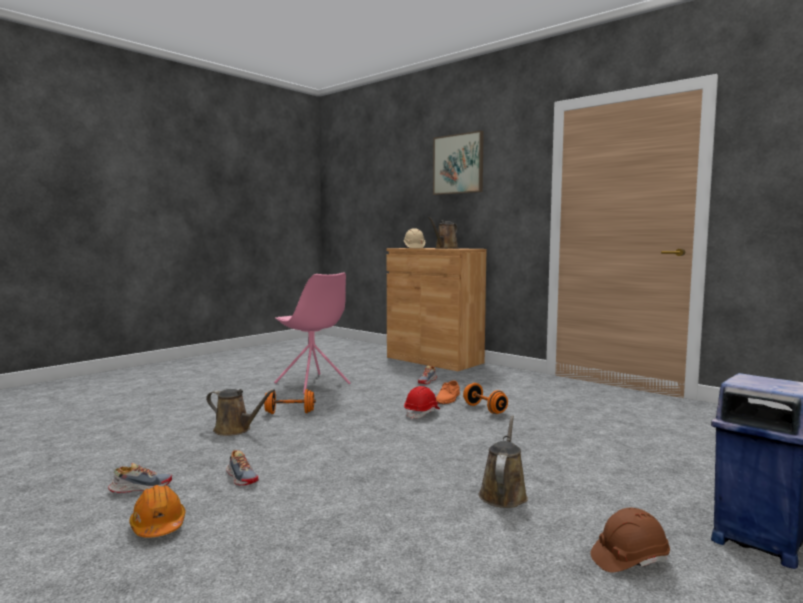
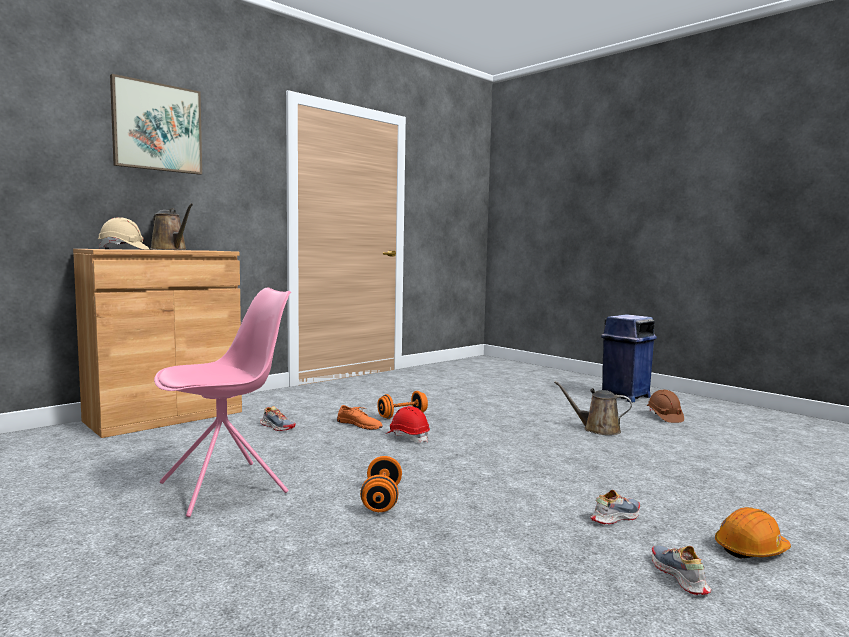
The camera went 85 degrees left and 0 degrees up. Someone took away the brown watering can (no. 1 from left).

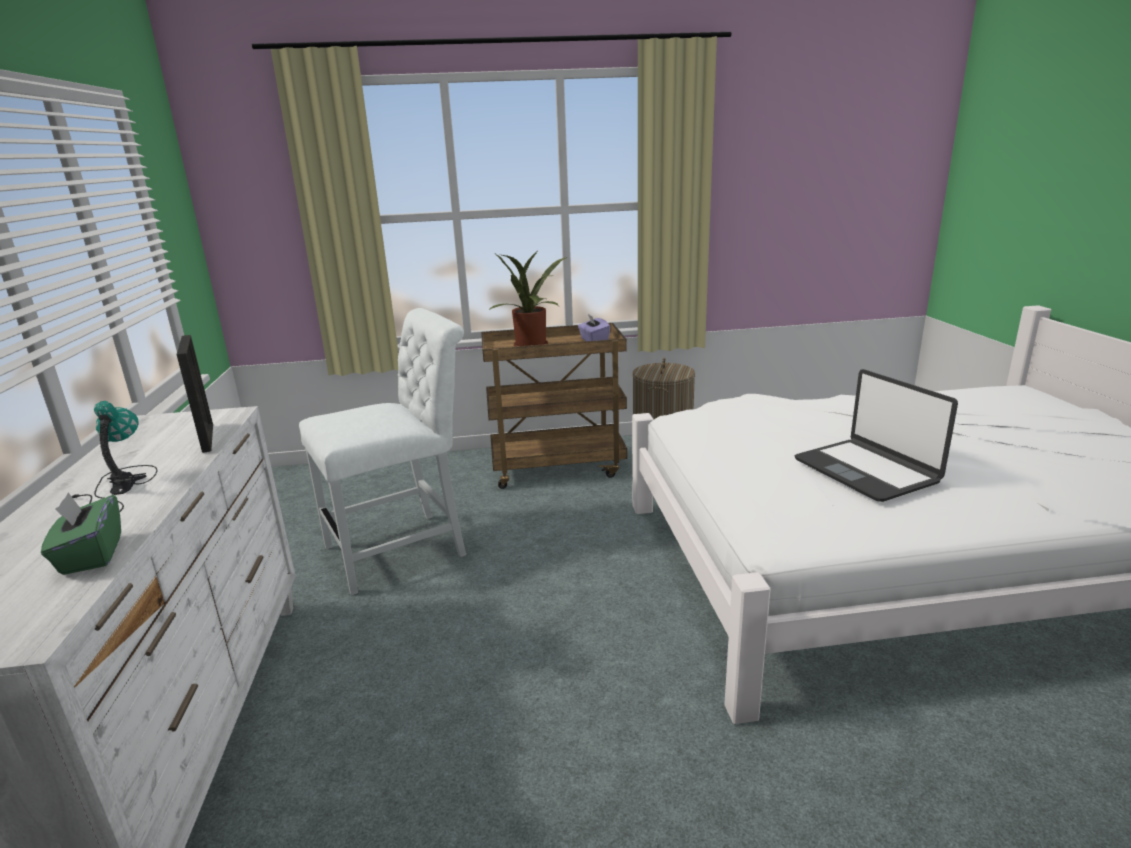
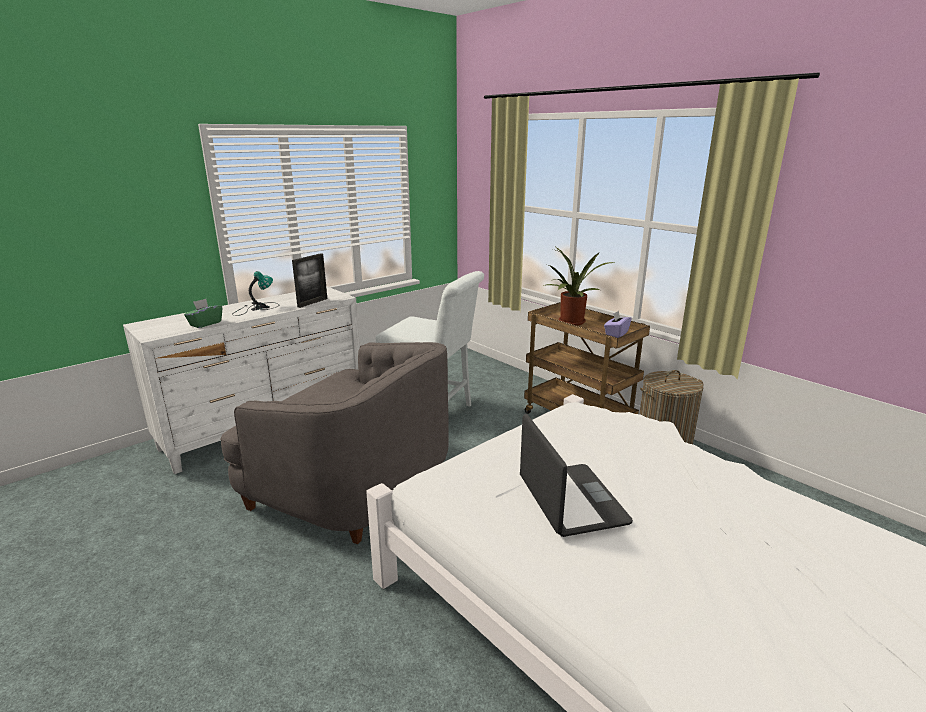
The camera went 55 degrees right and 0 degrees up. Someone put down the grey armchair. Someone rotated the laptop by 135 degrees clockwise.

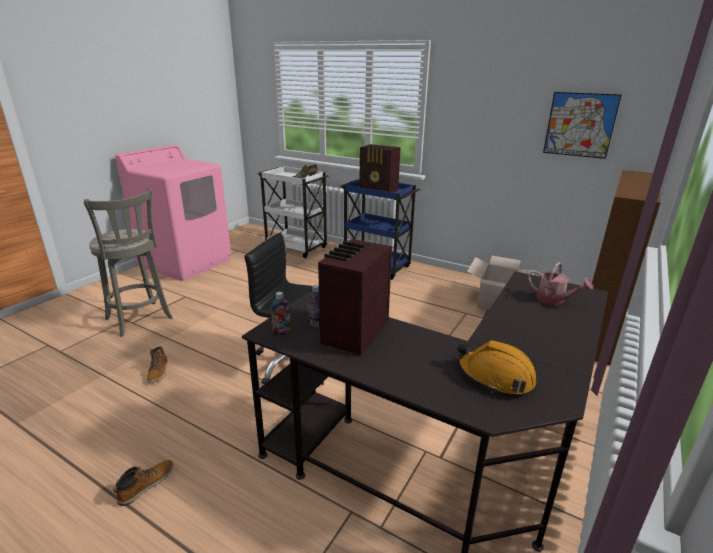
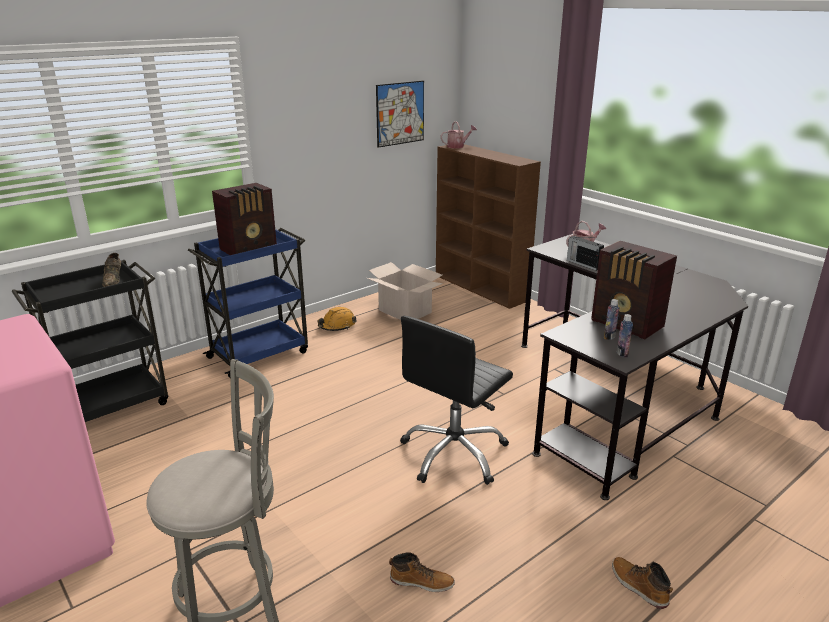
The camera went 70 degrees left and 0 degrees up. Someone put down the watering can (no. 1 from left). Someone put down the radio (no. 2 from left). Someone carried the orange hard hat. Someone repainted the white cart, which became the black cart.

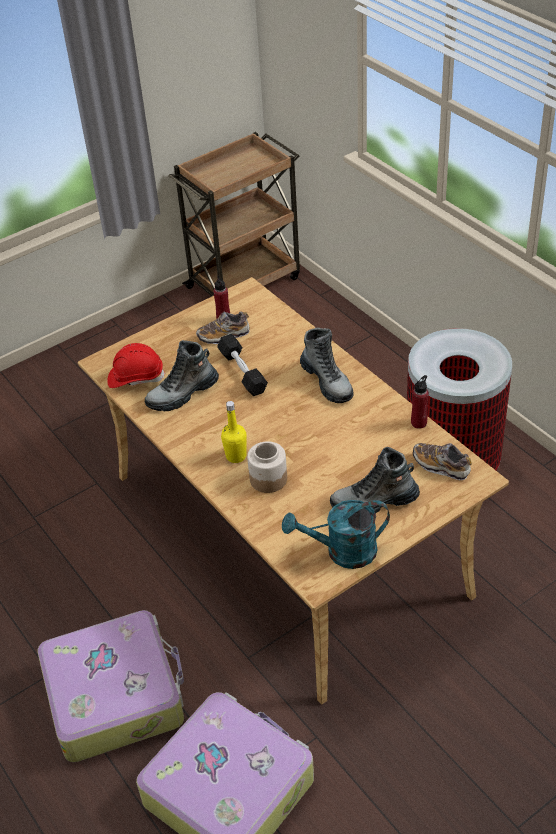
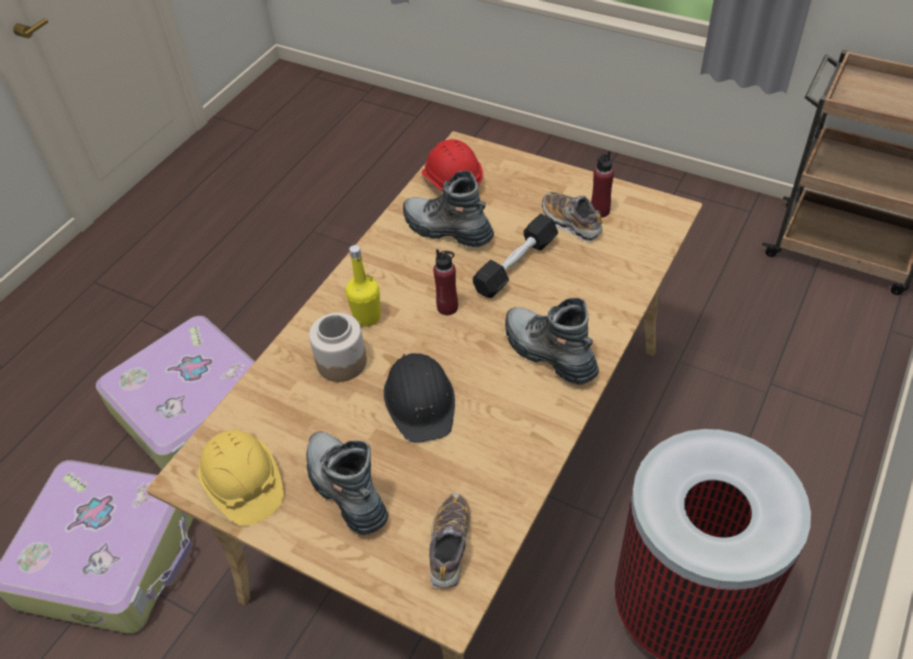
The camera went 65 degrees right and 5 degrees up. Someone put down the black hard hat. Someone carried the red bottle (no. 2 from left in the first image). Someone swapped the turquoise watering can for the yellow hard hat. Someone rotated the boot (no. 2 from left in the first image) by 105 degrees clockwise.

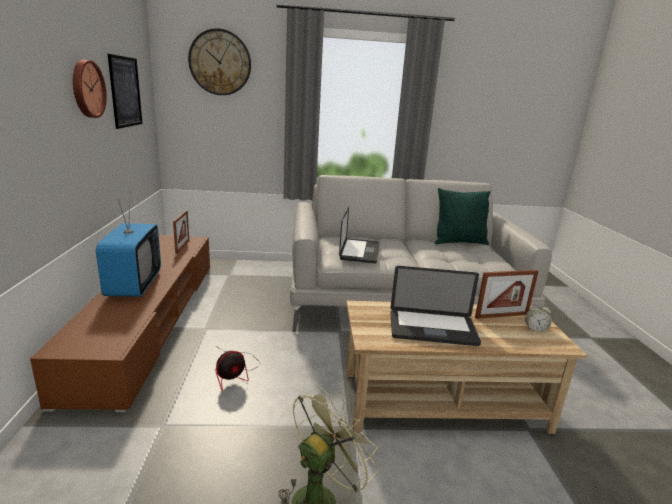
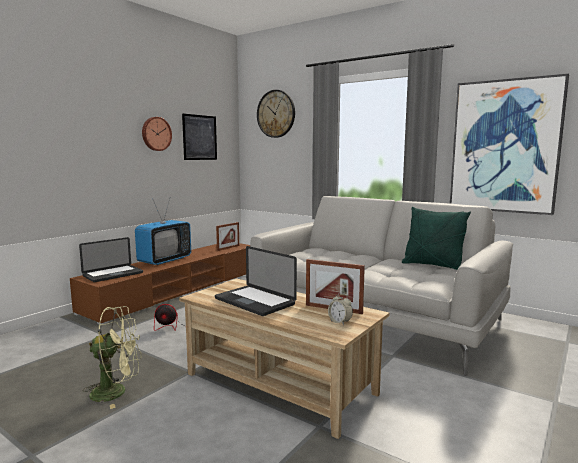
The camera went 40 degrees right and 10 degrees down. Someone put up the picture (no. 2 from left). Someone carried the laptop (no. 1 from left).

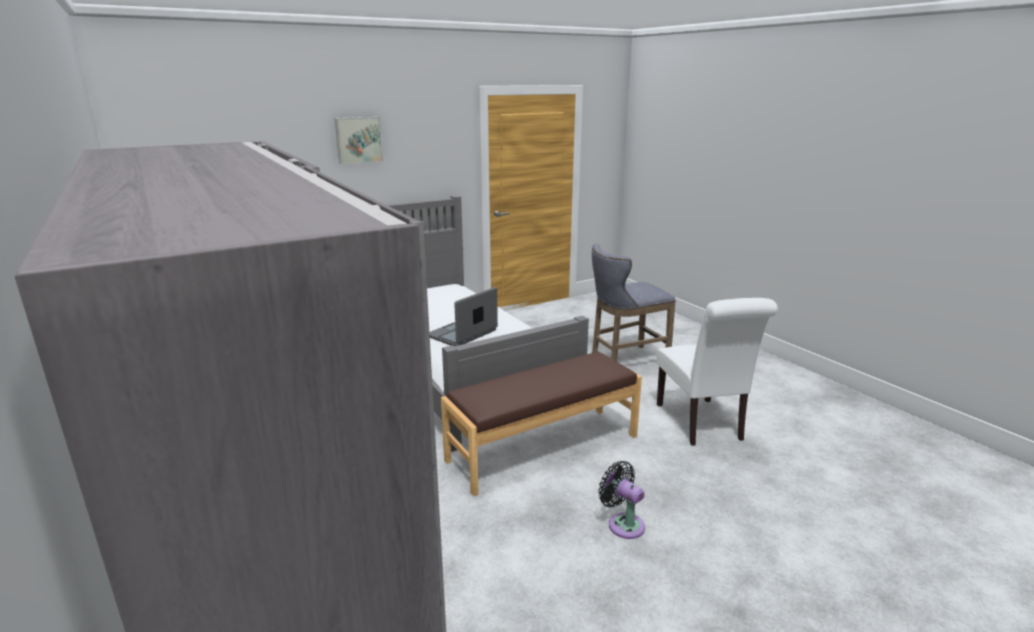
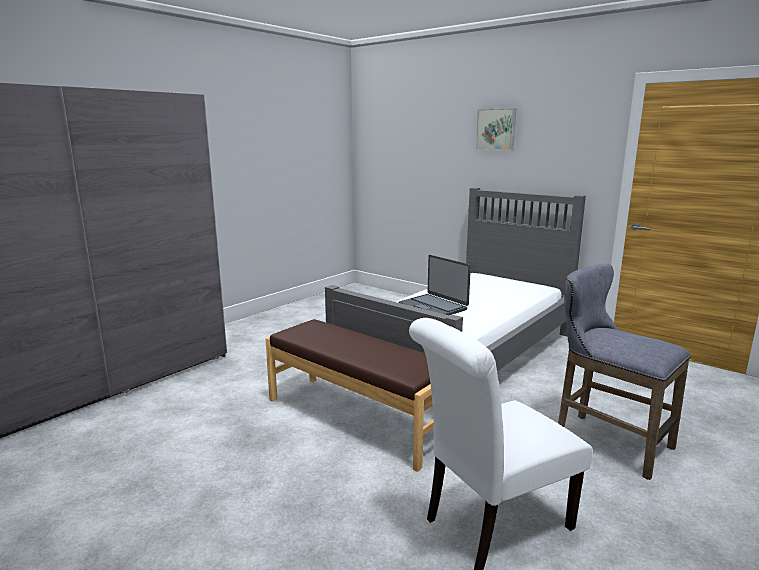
The camera went 70 degrees right and 5 degrees down. Someone took away the black fan. Someone rotated the laptop by 150 degrees counterclockwise.

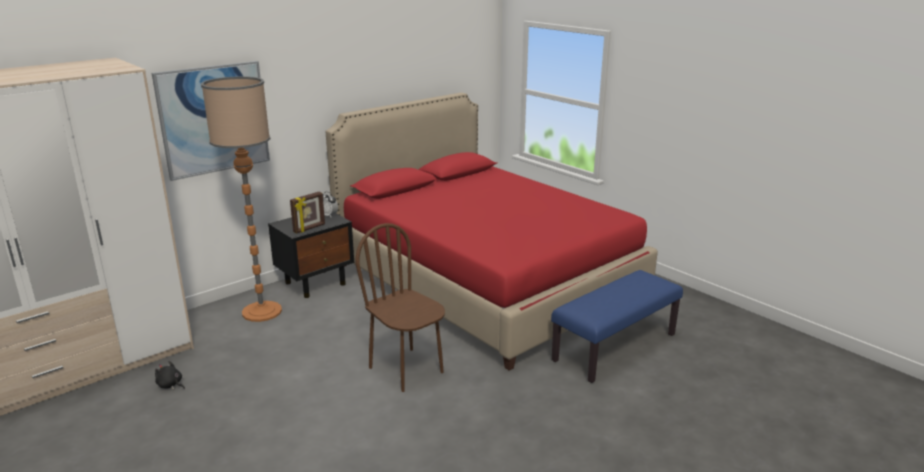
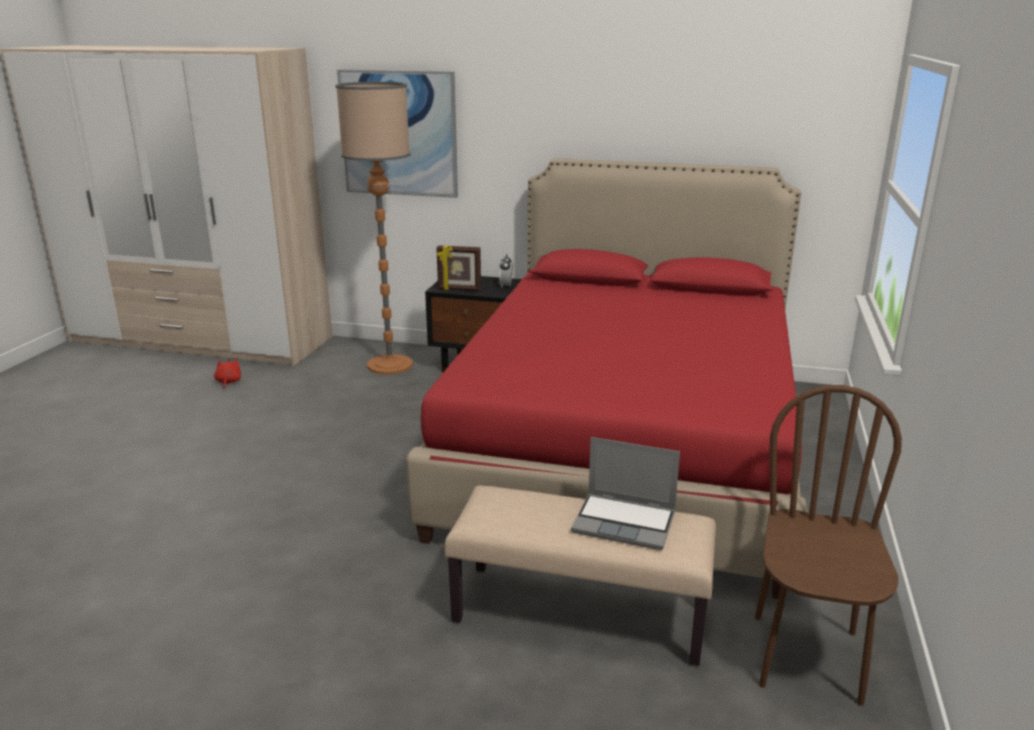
The camera went 55 degrees right and 0 degrees up. Someone put down the laptop. Someone carried the brown chair. Someone repainted the black plush toy, which became the red plush toy. Someone repainted the blue bench, which became the beige bench.

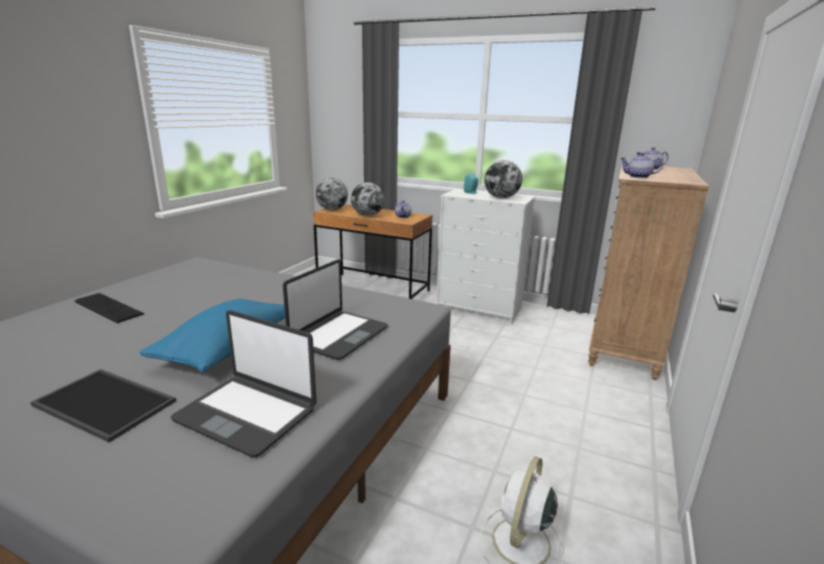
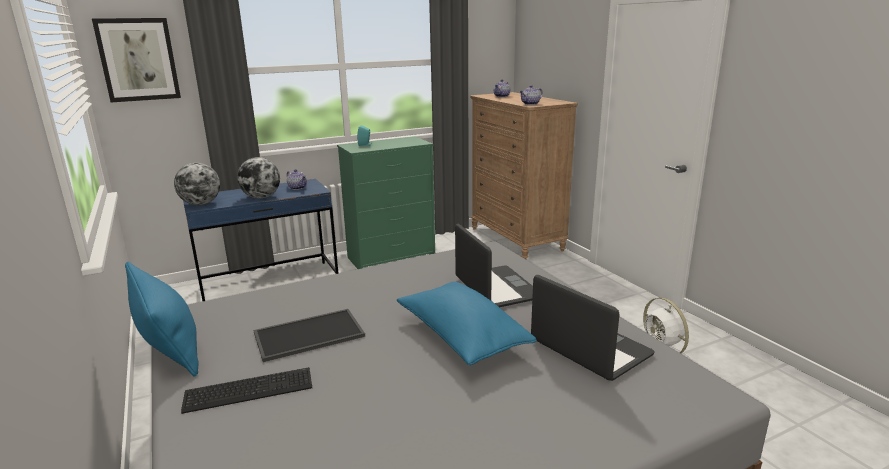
The camera went 50 degrees left and 0 degrees up. Someone took away the globe (no. 3 from left). Someone put up the picture. Someone put down the blue pillow (no. 1 from left). Someone carried the tray. Someone repainted the brown desk, which became the blue desk. Someone repainted the white dresser, which became the green dresser. Someone rotated the laptop (no. 1 from left in the first image) by 105 degrees counterclockwise.

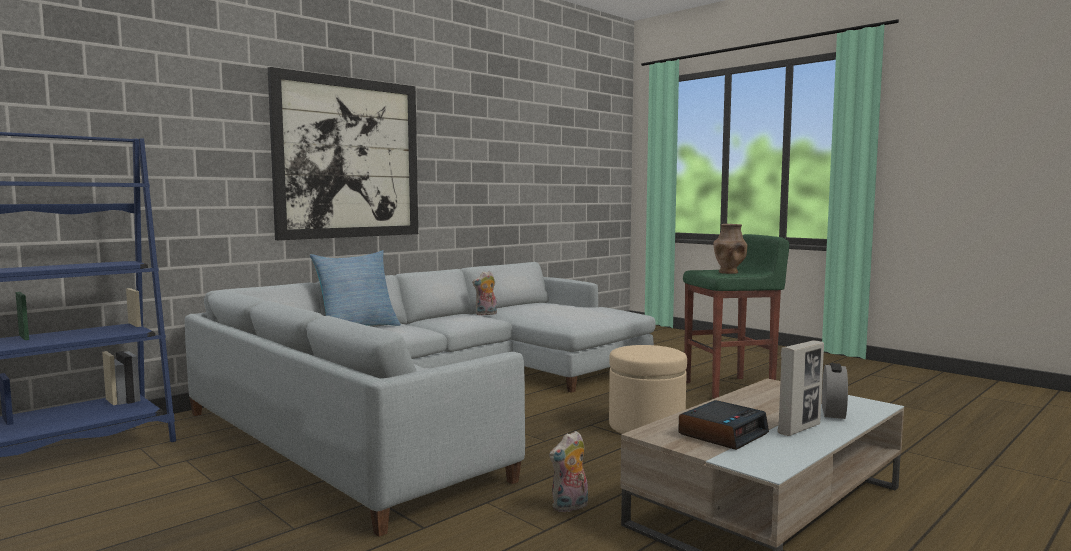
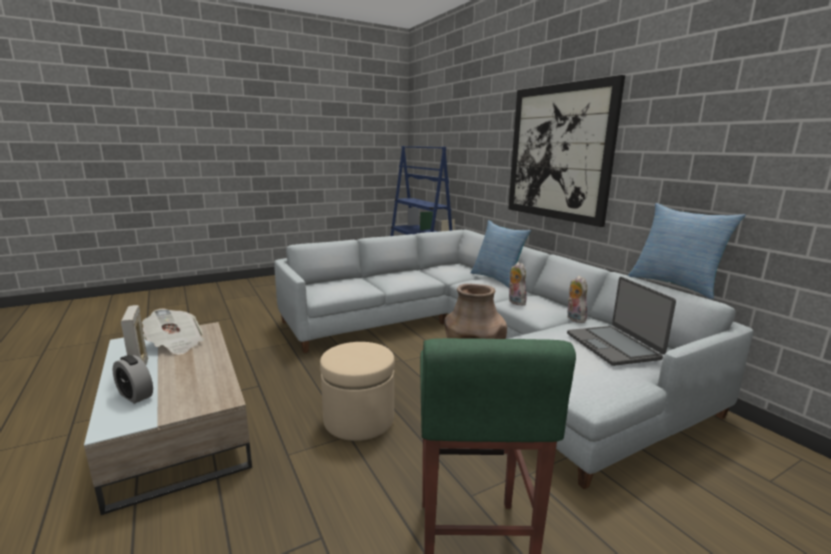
The camera went 105 degrees right and 10 degrees up. Someone put down the laptop. Someone put down the pillow (no. 2 from left). Someone carried the plush toy (no. 2 from left in the first image). Someone swapped the alarm clock (no. 1 from left) for the newspaper.

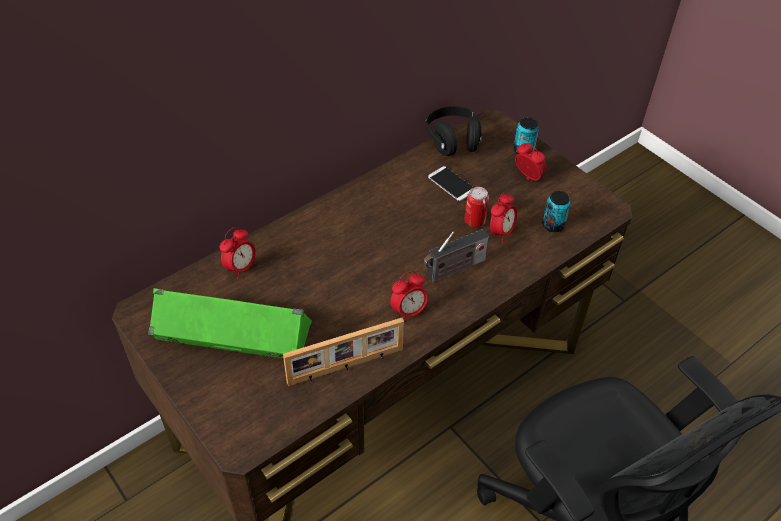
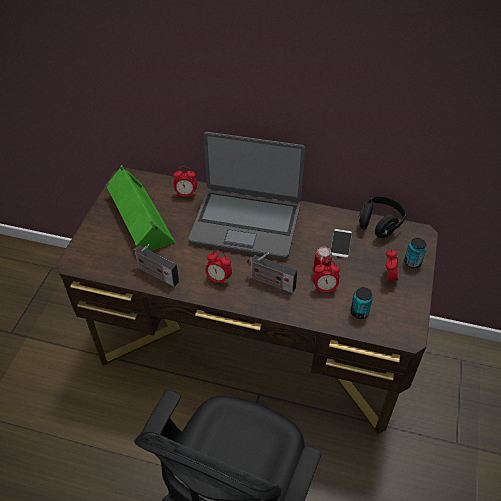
The camera went 55 degrees right and 0 degrees up. Someone put down the laptop. Someone swapped the picture frame for the radio (no. 1 from left).

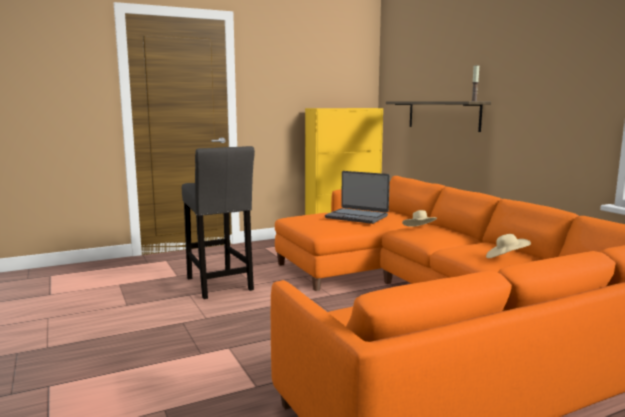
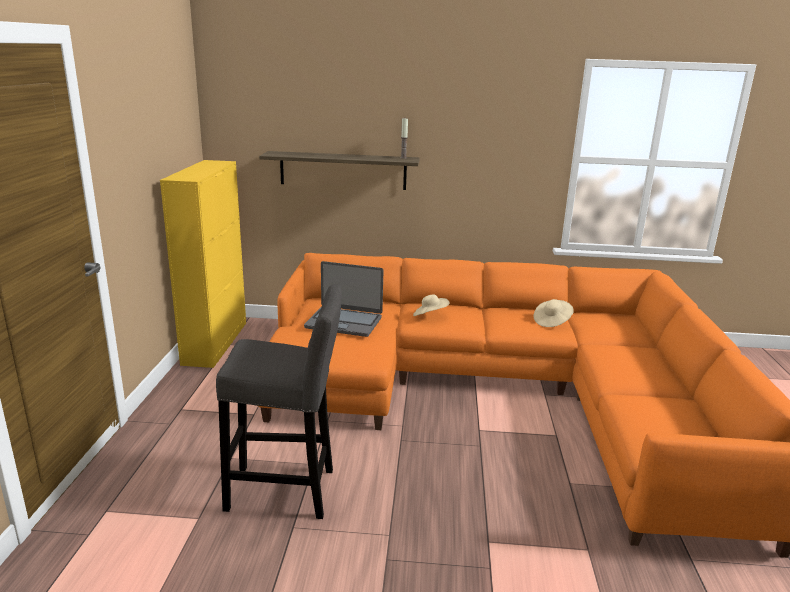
The camera went 60 degrees left and 10 degrees up. Someone rotated the laptop by 45 degrees clockwise.

